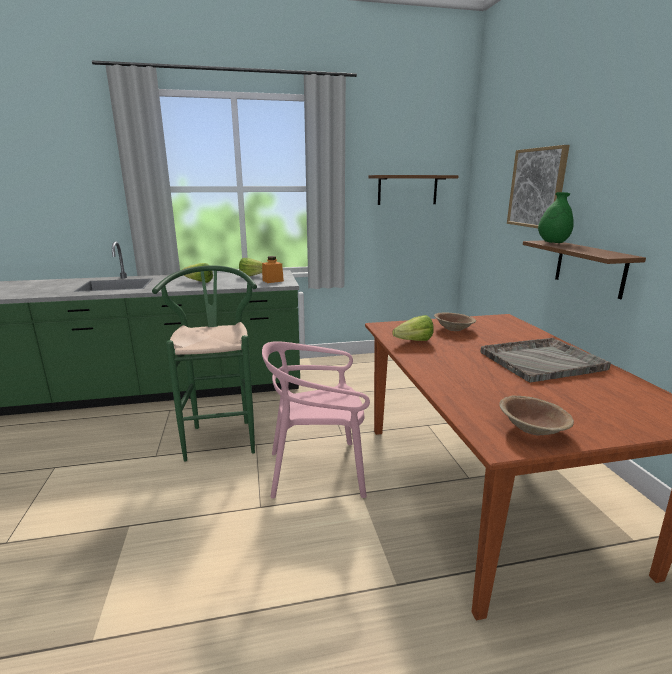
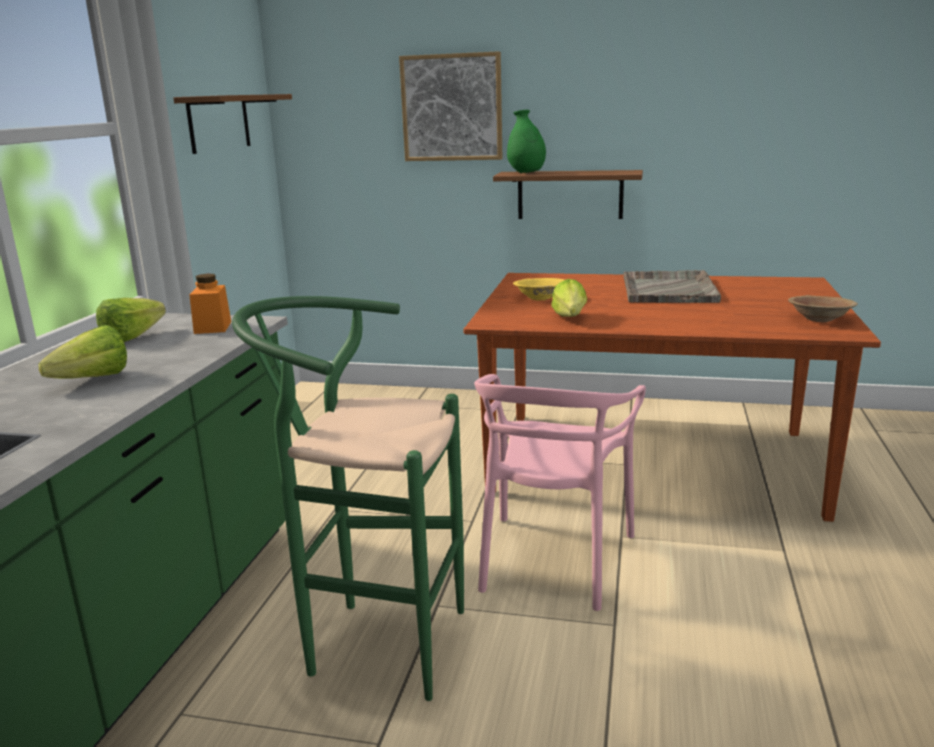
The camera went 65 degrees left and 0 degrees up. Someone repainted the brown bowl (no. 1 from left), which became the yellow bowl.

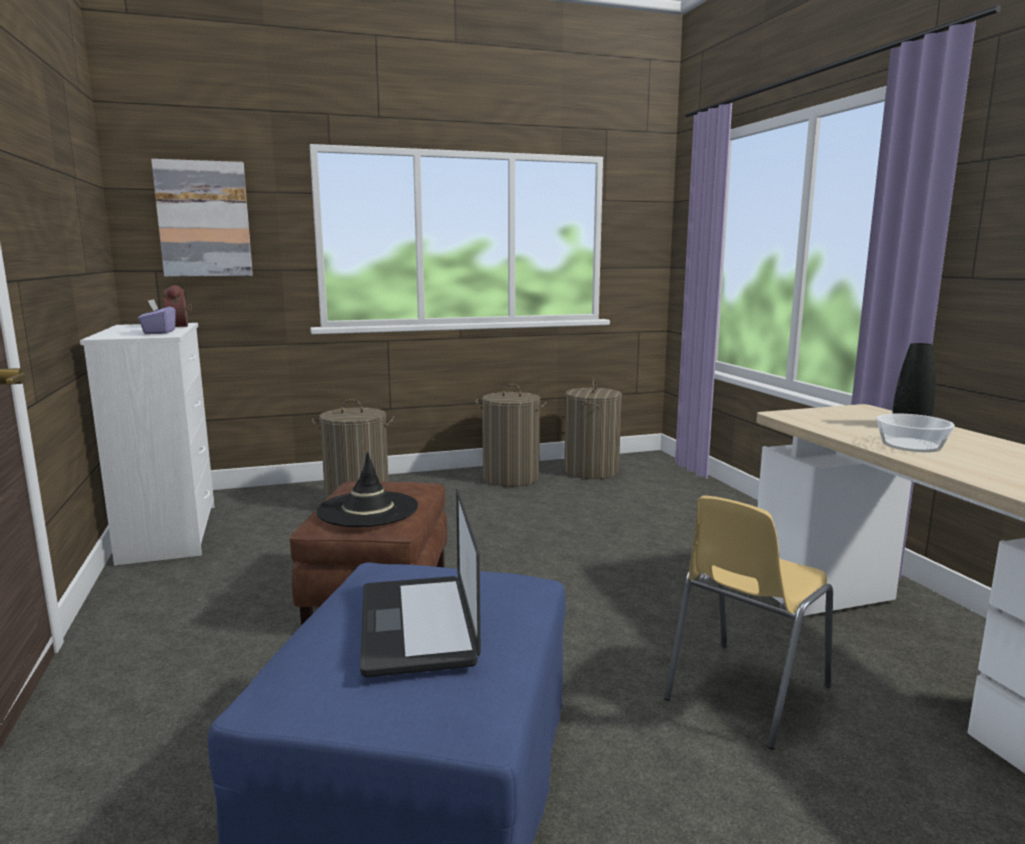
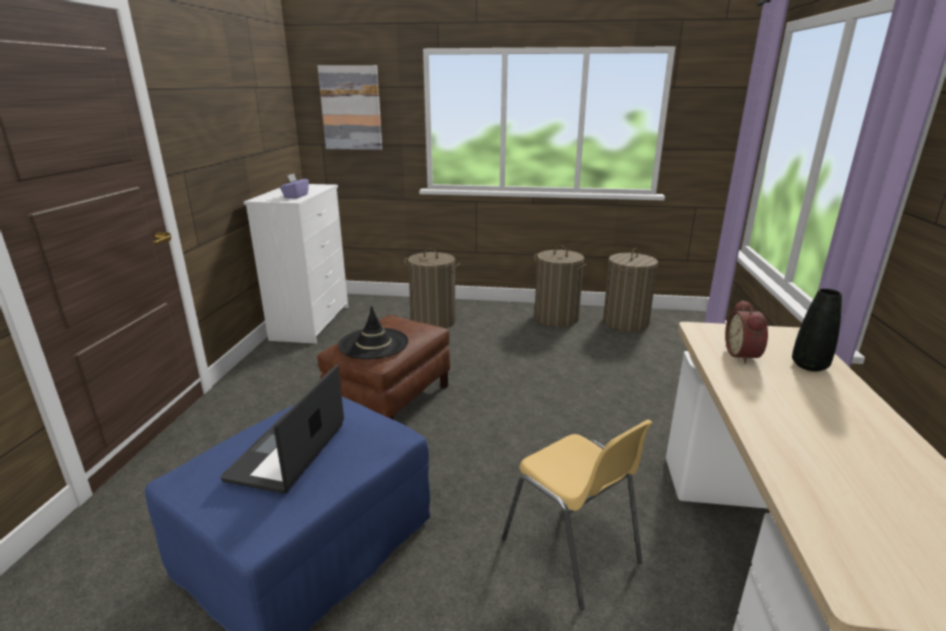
The camera went 25 degrees right and 10 degrees up. Someone took away the bowl. Someone carried the alarm clock. Someone rotated the yellow chair by 105 degrees counterclockwise.

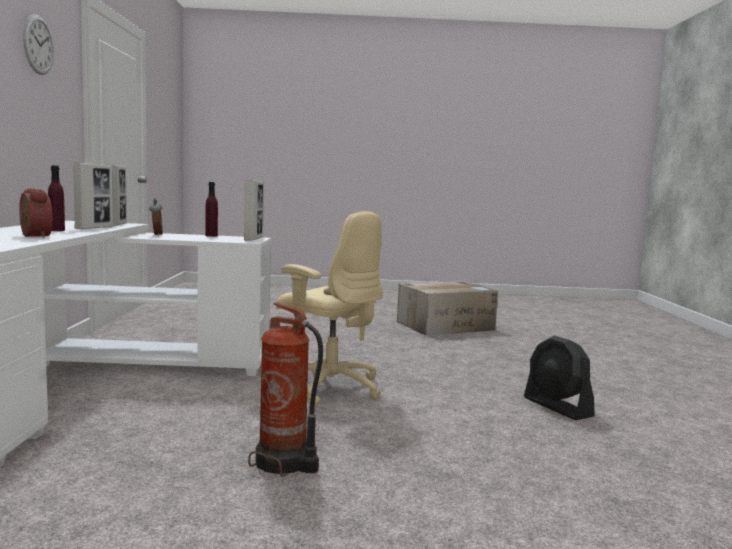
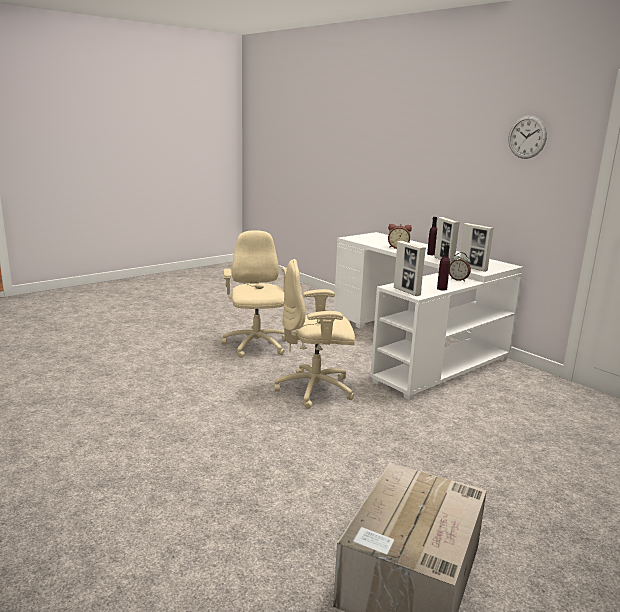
The camera went 140 degrees right and 10 degrees up. Someone took away the black fan. Someone swapped the fire extinguisher for the beige office chair (no. 1 from left).

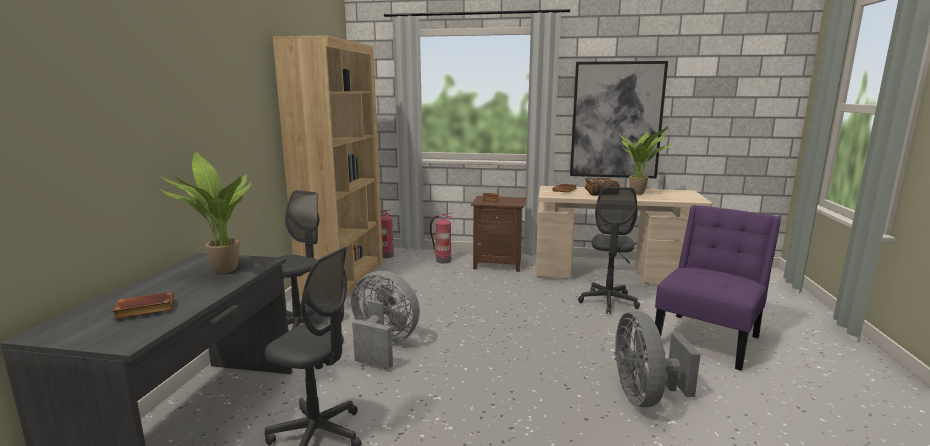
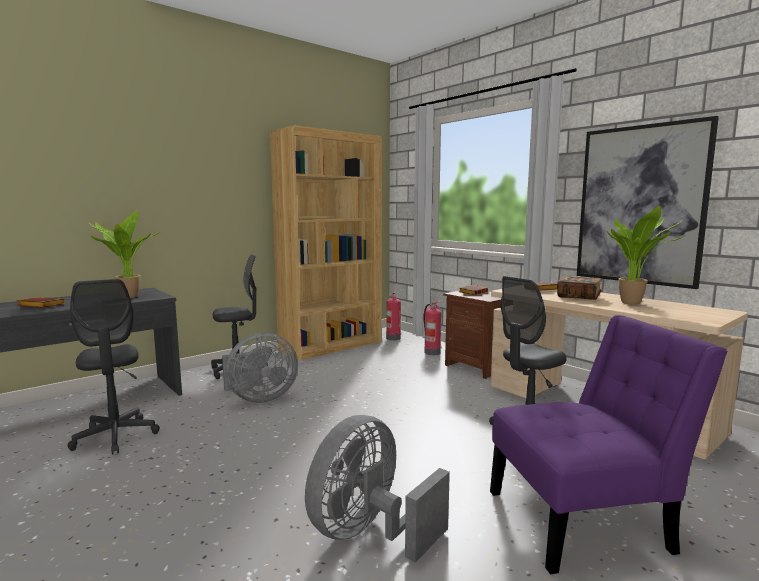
The camera went 40 degrees right and 5 degrees down. Someone rotated the grey fan (no. 1 from left) by 90 degrees clockwise.

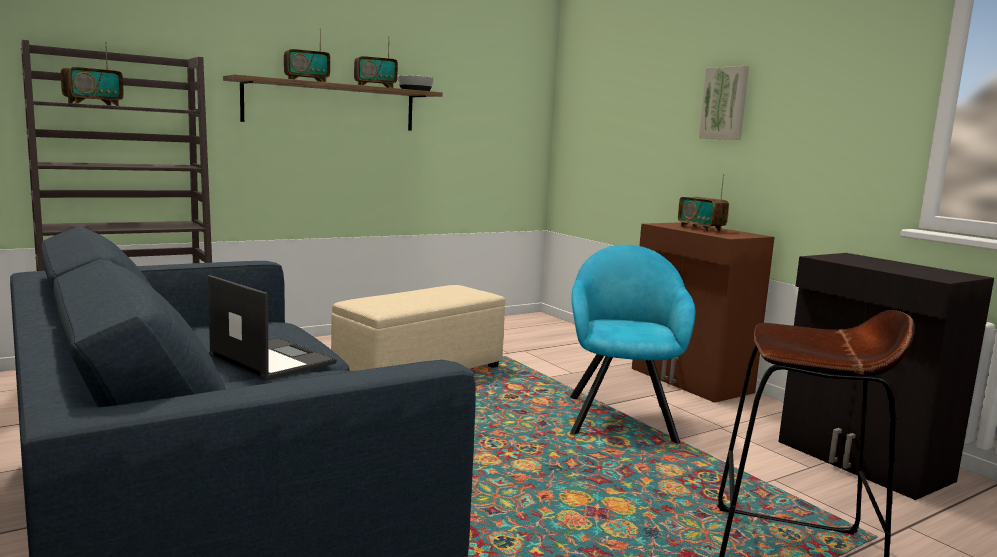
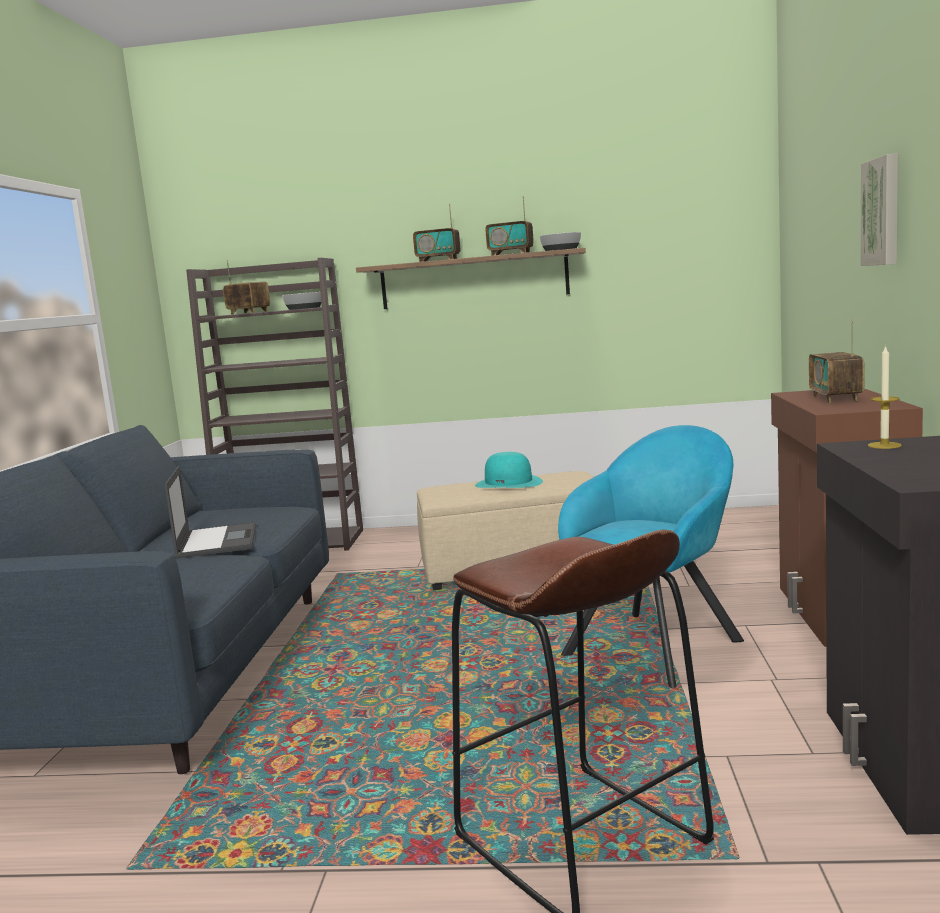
The camera went 40 degrees right and 0 degrees up. Someone put down the bowl (no. 1 from left). Someone put down the turquoise hat. Someone put down the candle. Someone rotated the radio (no. 1 from left) by 135 degrees counterclockwise.

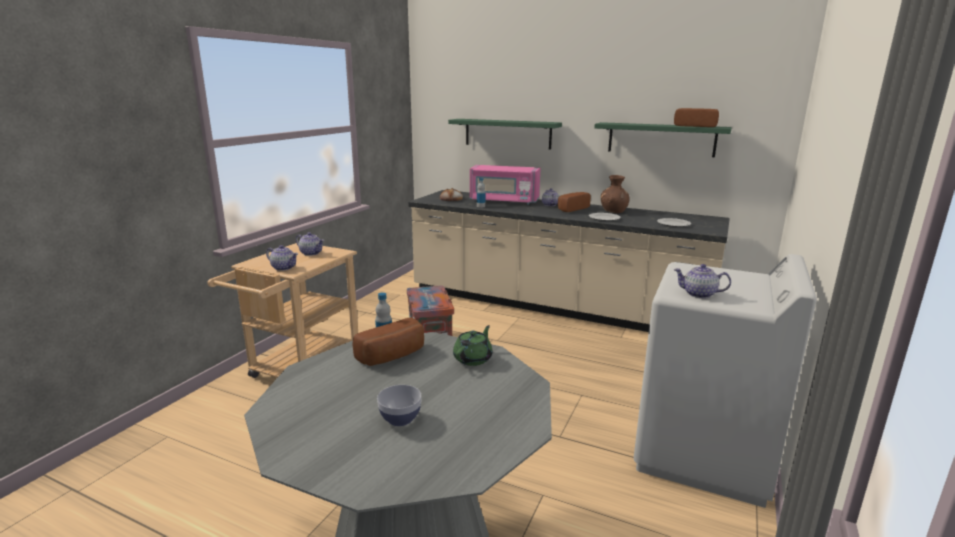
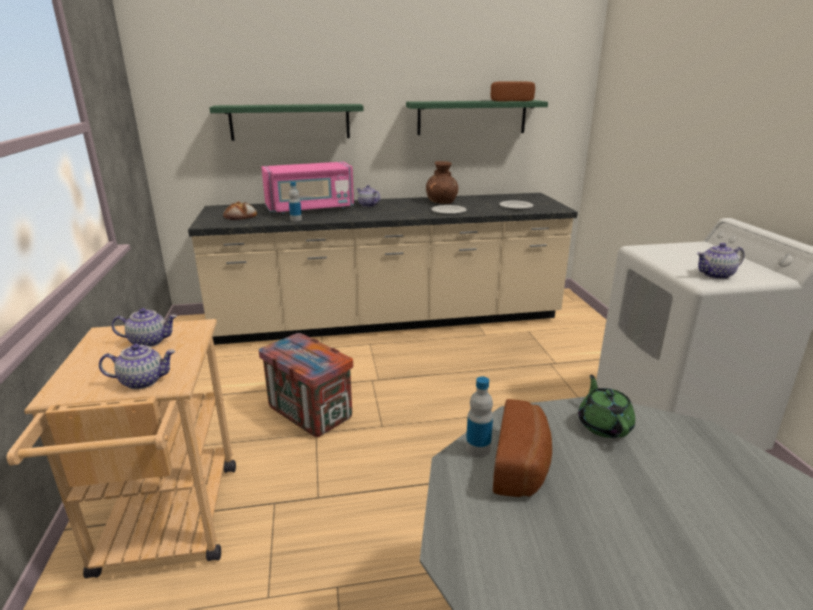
The camera went 35 degrees left and 5 degrees up. Someone took away the bowl. Someone took away the bread (no. 3 from left).

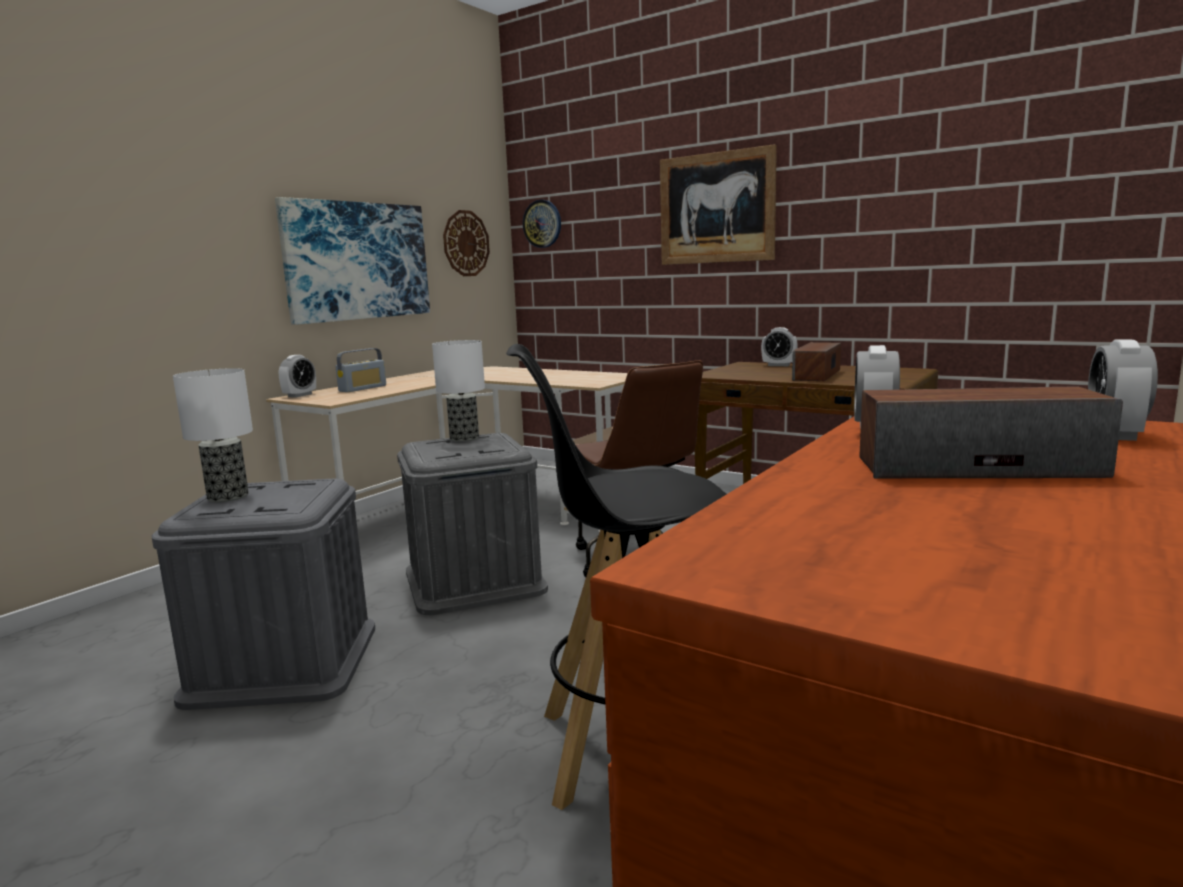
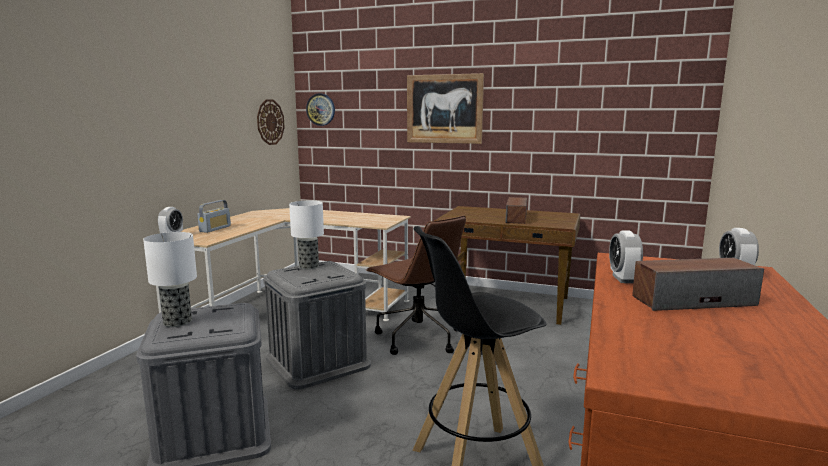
The camera went 15 degrees left and 0 degrees up. Someone took away the picture (no. 1 from left). Someone took away the alarm clock (no. 2 from left).

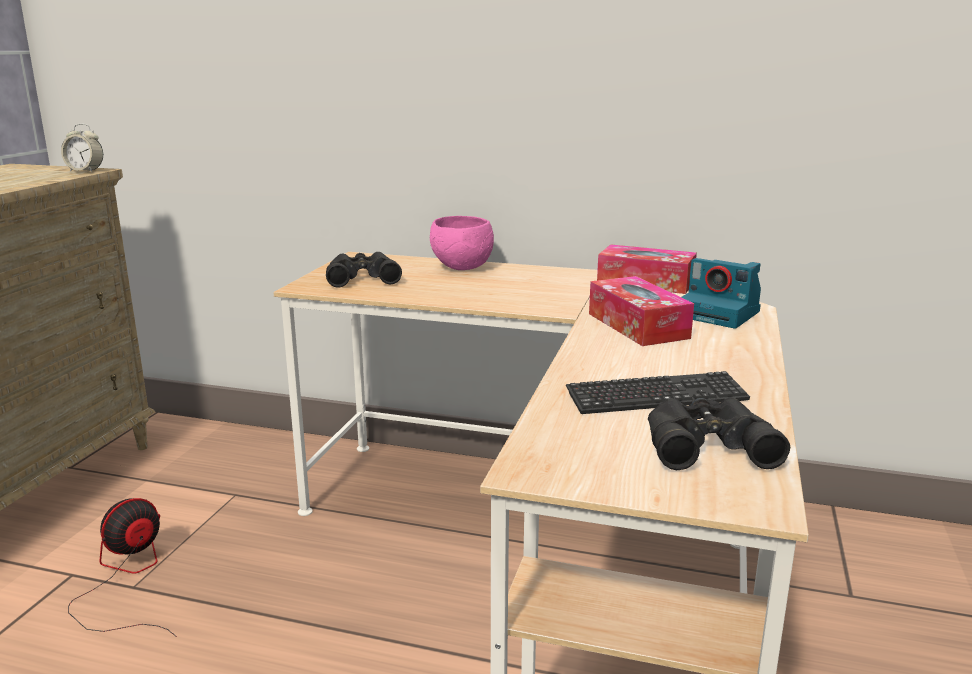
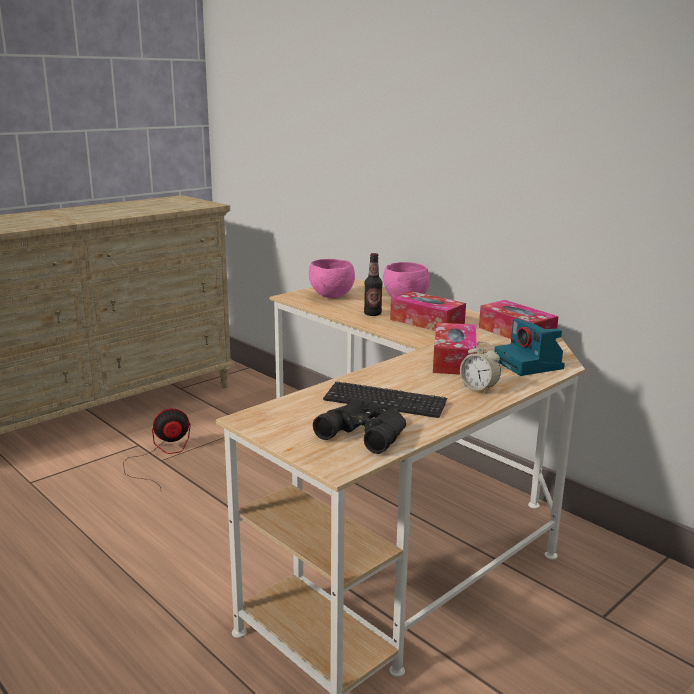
The camera went 30 degrees right and 0 degrees up. Someone put down the bottle. Someone put down the tissue box (no. 1 from left). Someone carried the alarm clock. Someone swapped the black binoculars (no. 1 from left) for the pink bowl (no. 1 from left).

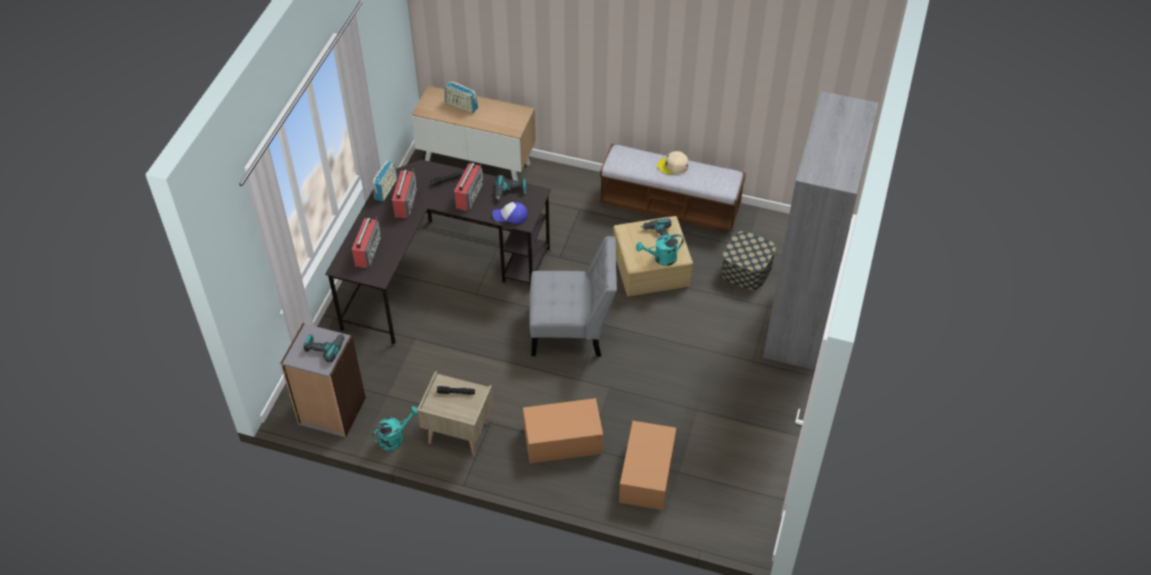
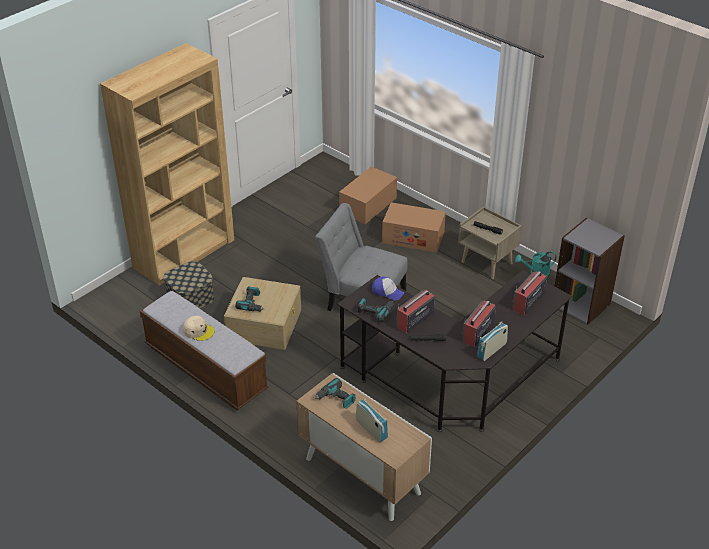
The camera went 155 degrees left and 10 degrees down. Someone took away the turquoise watering can (no. 2 from left). Someone carried the power drill (no. 1 from left in the first image). Someone repainted the grey bookcase (no. 2 from left), which became the brown bookcase.

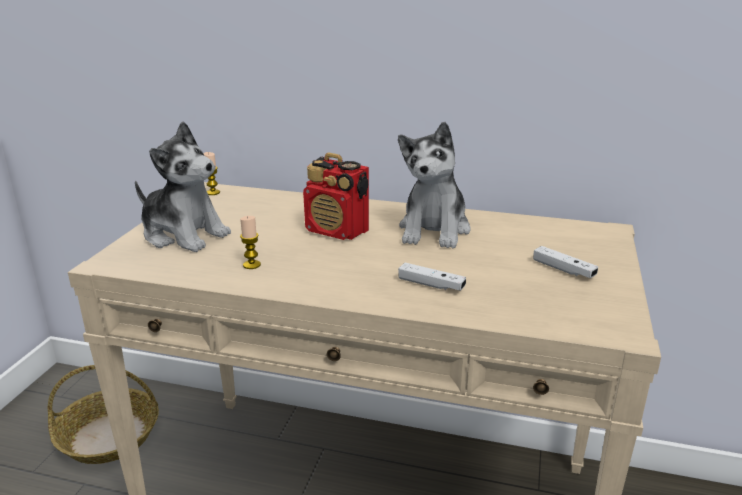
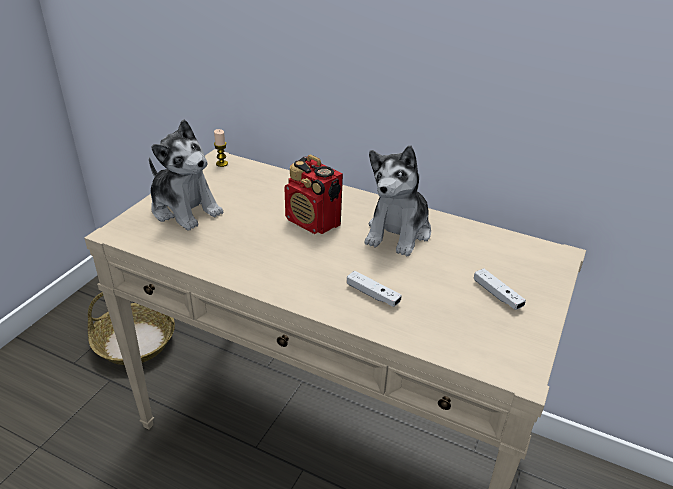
The camera went 10 degrees right and 10 degrees up. Someone took away the candle (no. 2 from left).

